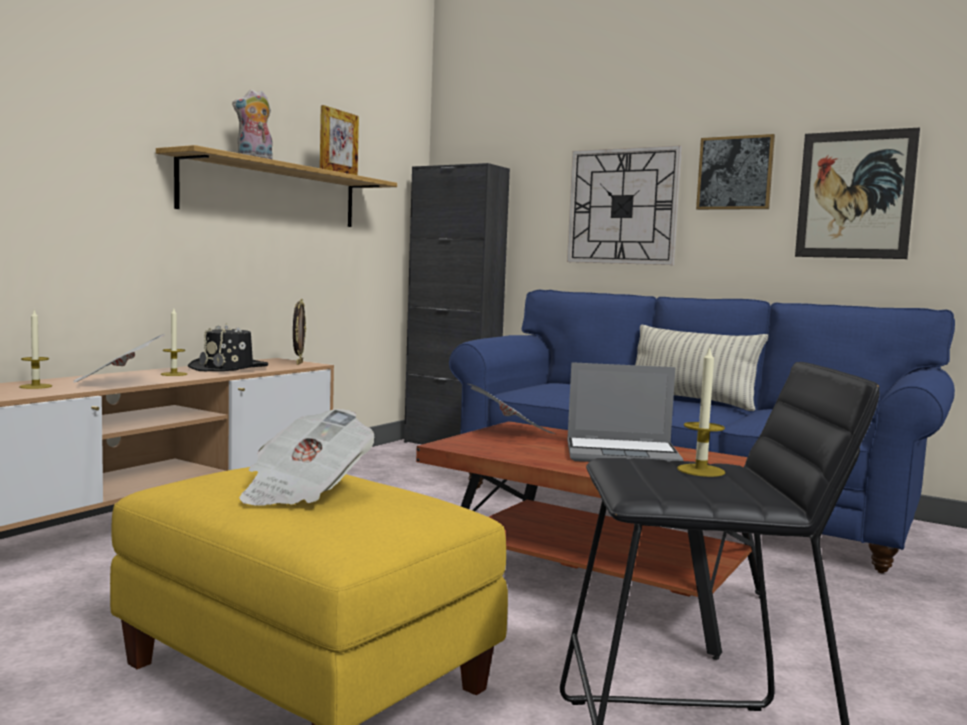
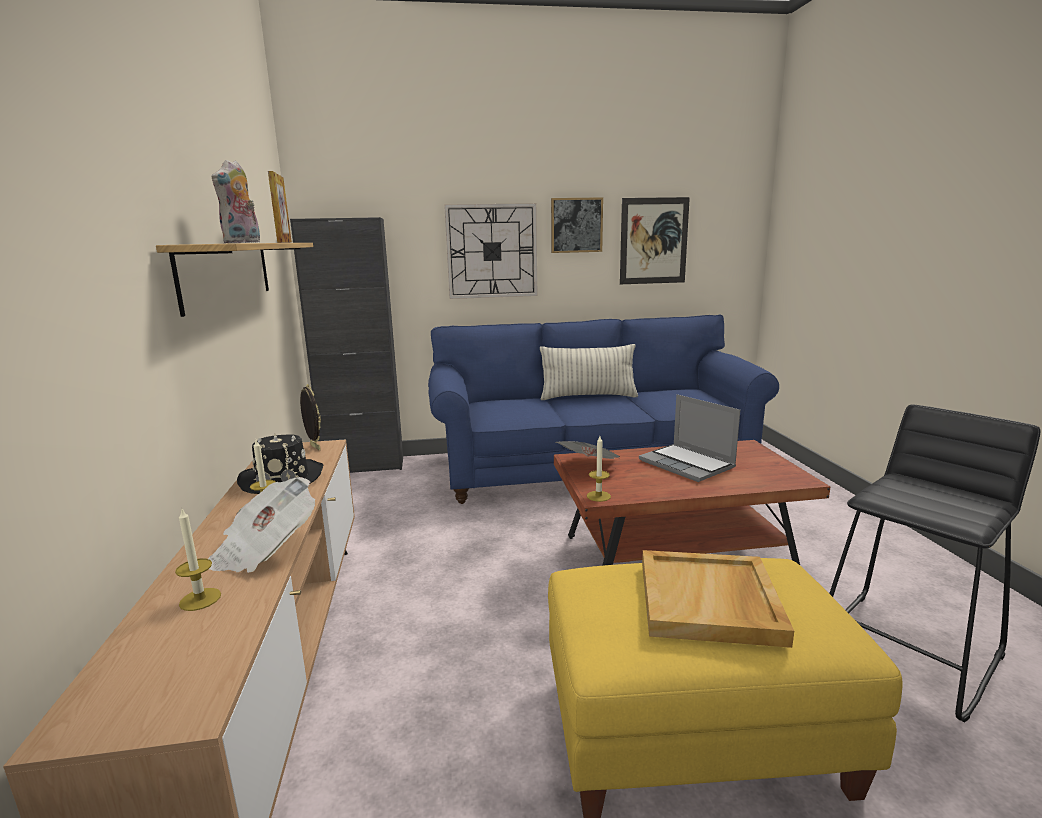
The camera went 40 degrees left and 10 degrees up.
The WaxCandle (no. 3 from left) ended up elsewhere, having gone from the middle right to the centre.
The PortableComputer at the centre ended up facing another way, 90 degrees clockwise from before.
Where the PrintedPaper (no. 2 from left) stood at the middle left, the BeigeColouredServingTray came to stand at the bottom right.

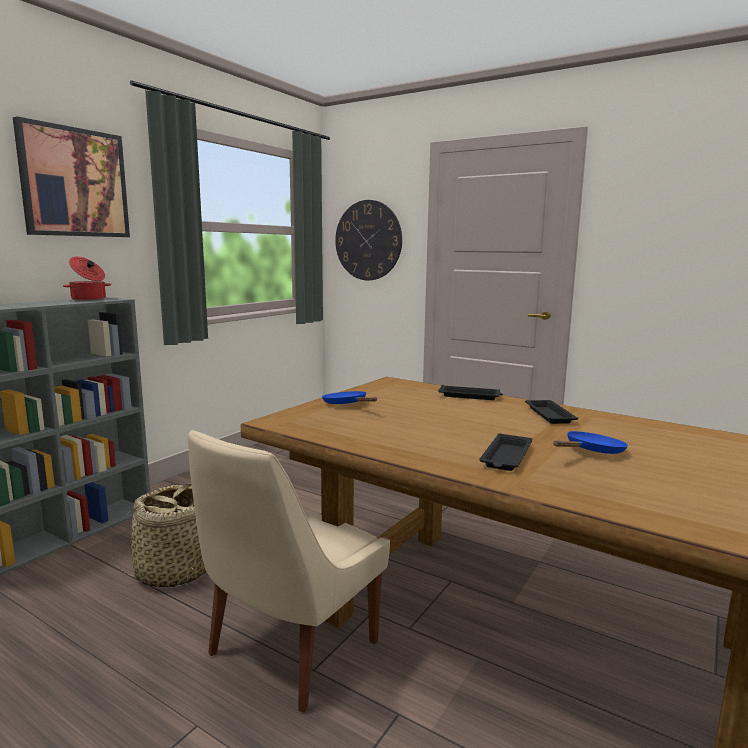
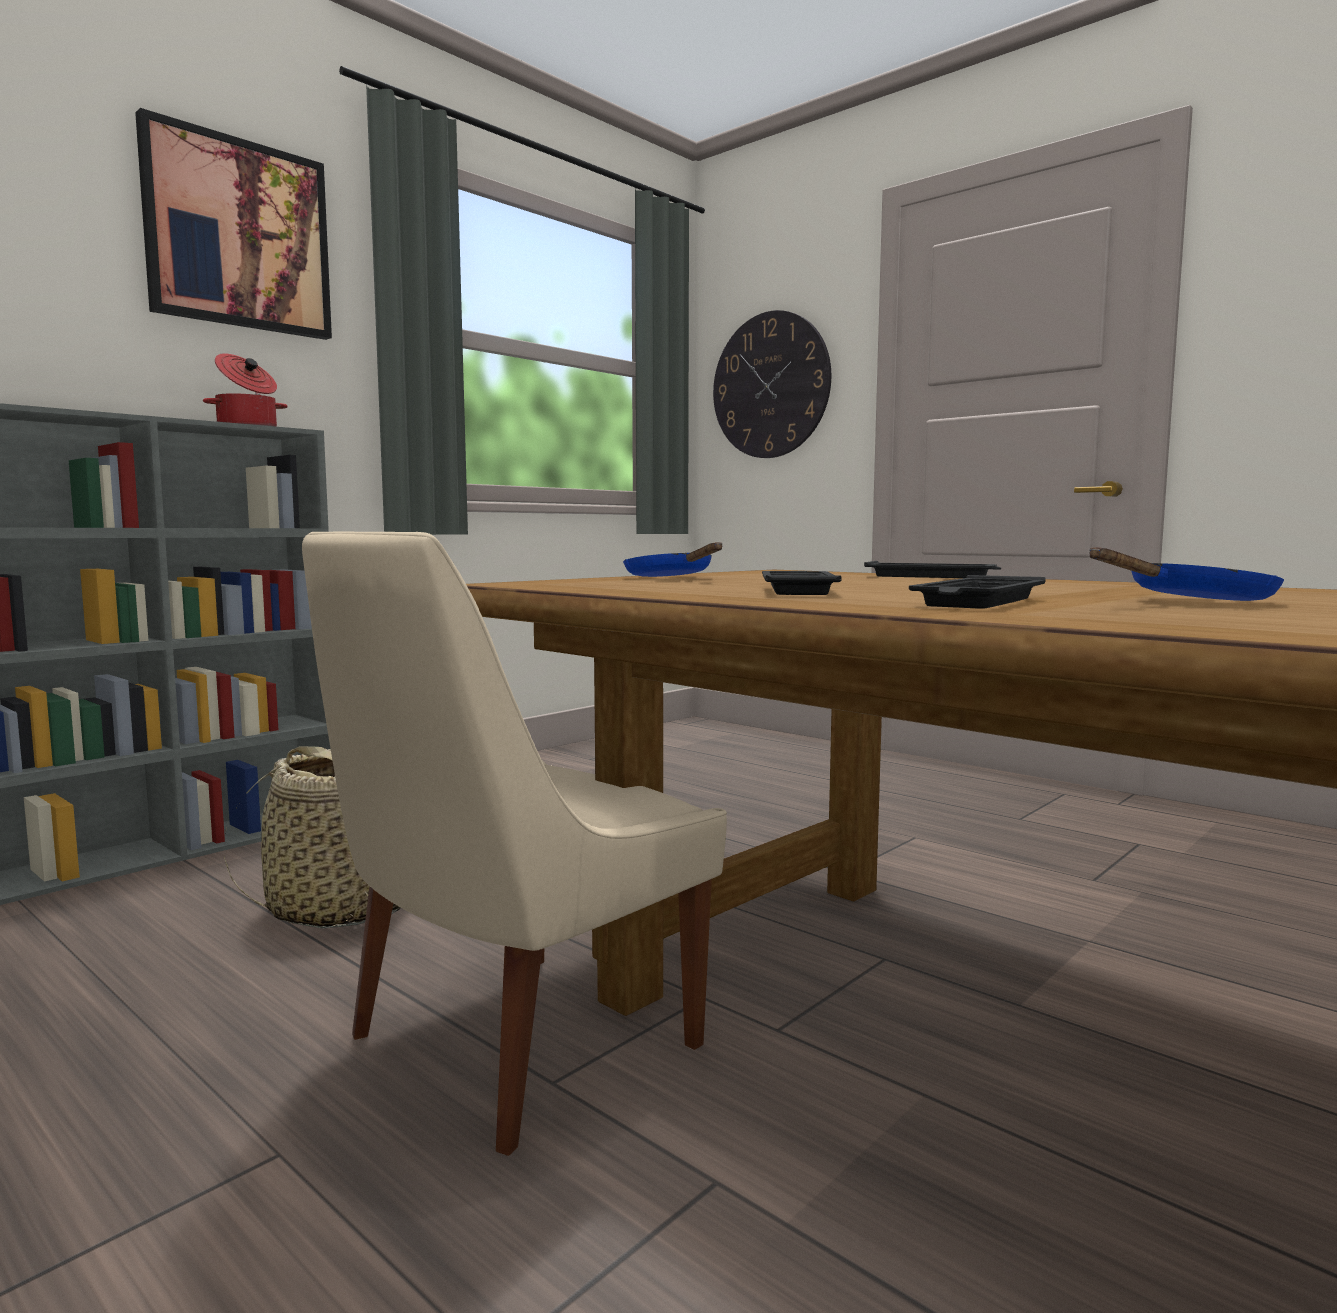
The camera went 10 degrees right and 5 degrees down.
The BlackishServingTray (no. 3 from left in the first image) ended up elsewhere, having gone from the middle right to the centre.

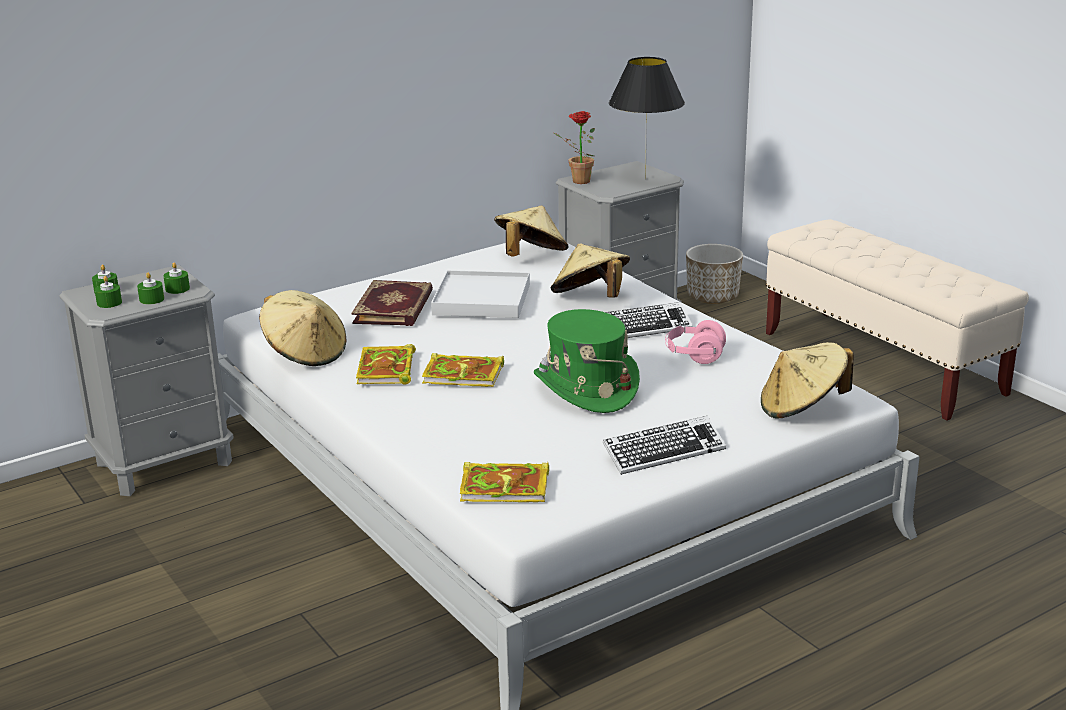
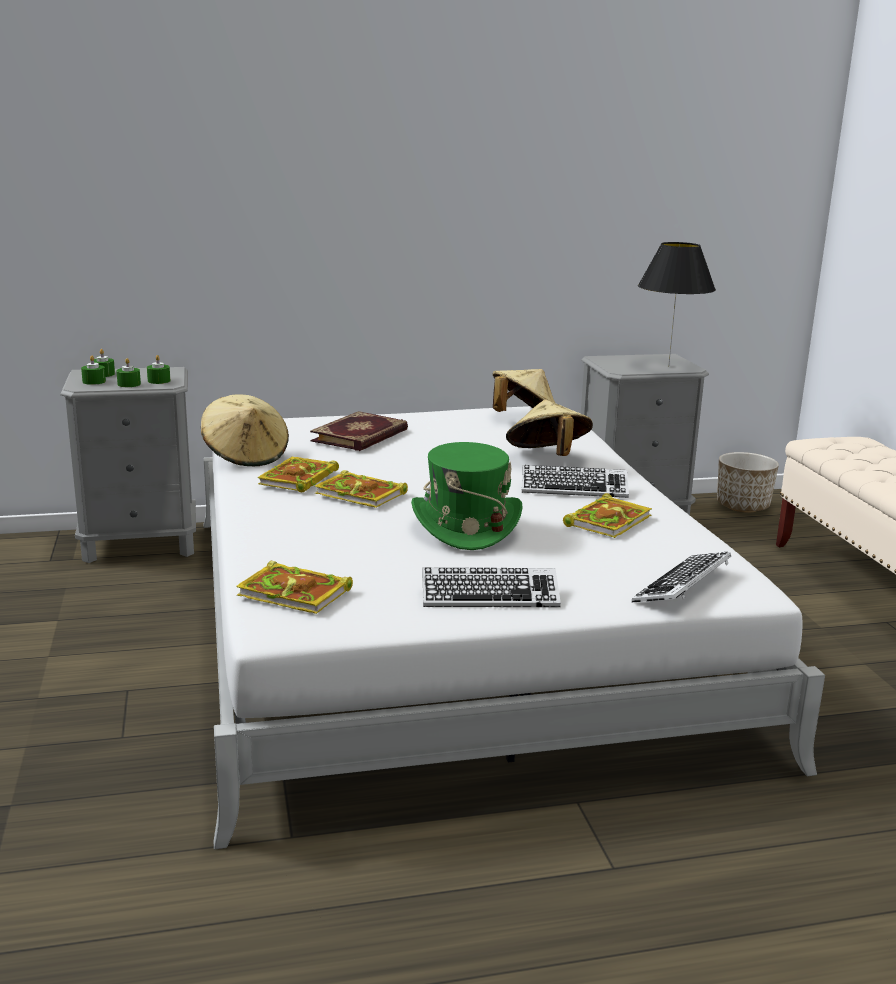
The camera went 20 degrees right and 5 degrees down.
Where the PinkColouredHeadphones stood at the centre, the BoundBook (no. 5 from left) came to stand at the middle right.
Where the BeigeColouredWearableHat (no. 4 from left) stood at the middle right, the Keyboard (no. 3 from left) came to stand at the middle right.
The second view lost the WhiteColouredServingTray at the centre.
The second view lost the PlantInAPot at the top centre.

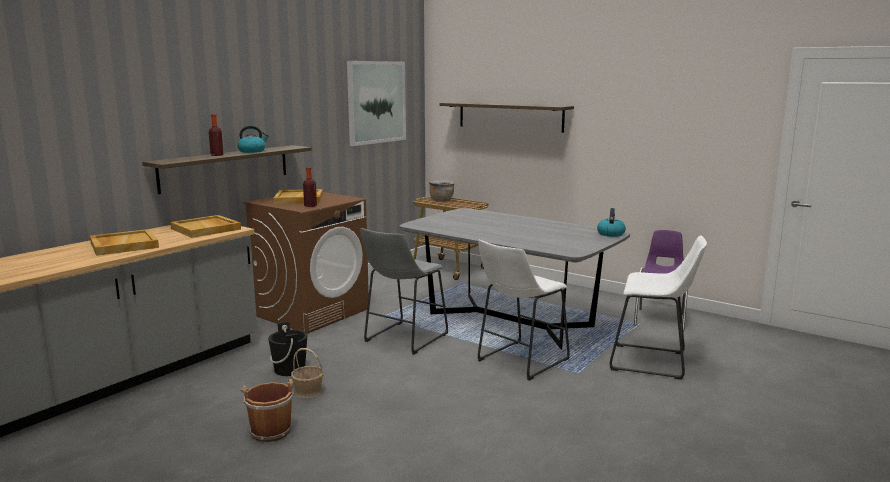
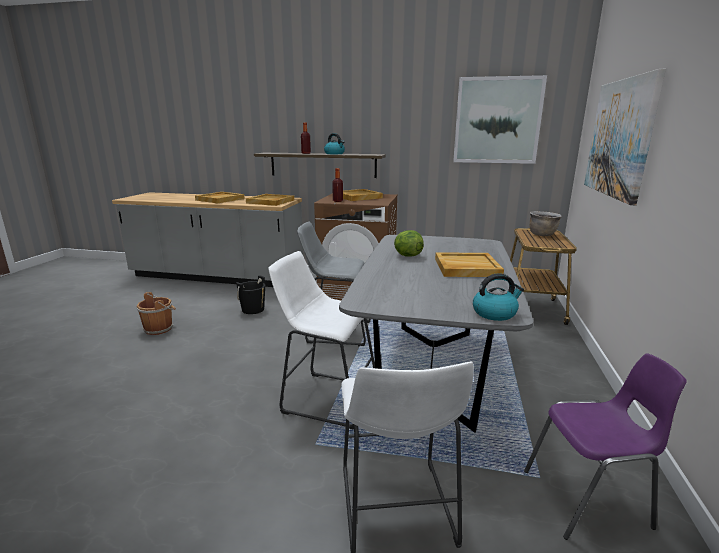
The camera went 65 degrees right and 5 degrees up.
The second view gained the HeadOfLettuce at the centre.
The second view gained the BeigeColouredServingTray (no. 4 from left) at the centre.
Where the BracketShelf (no. 2 from left) hung at the top centre, the Picture (no. 2 from left) came to hang at the top right.
The second view lost the Basket at the bottom centre.

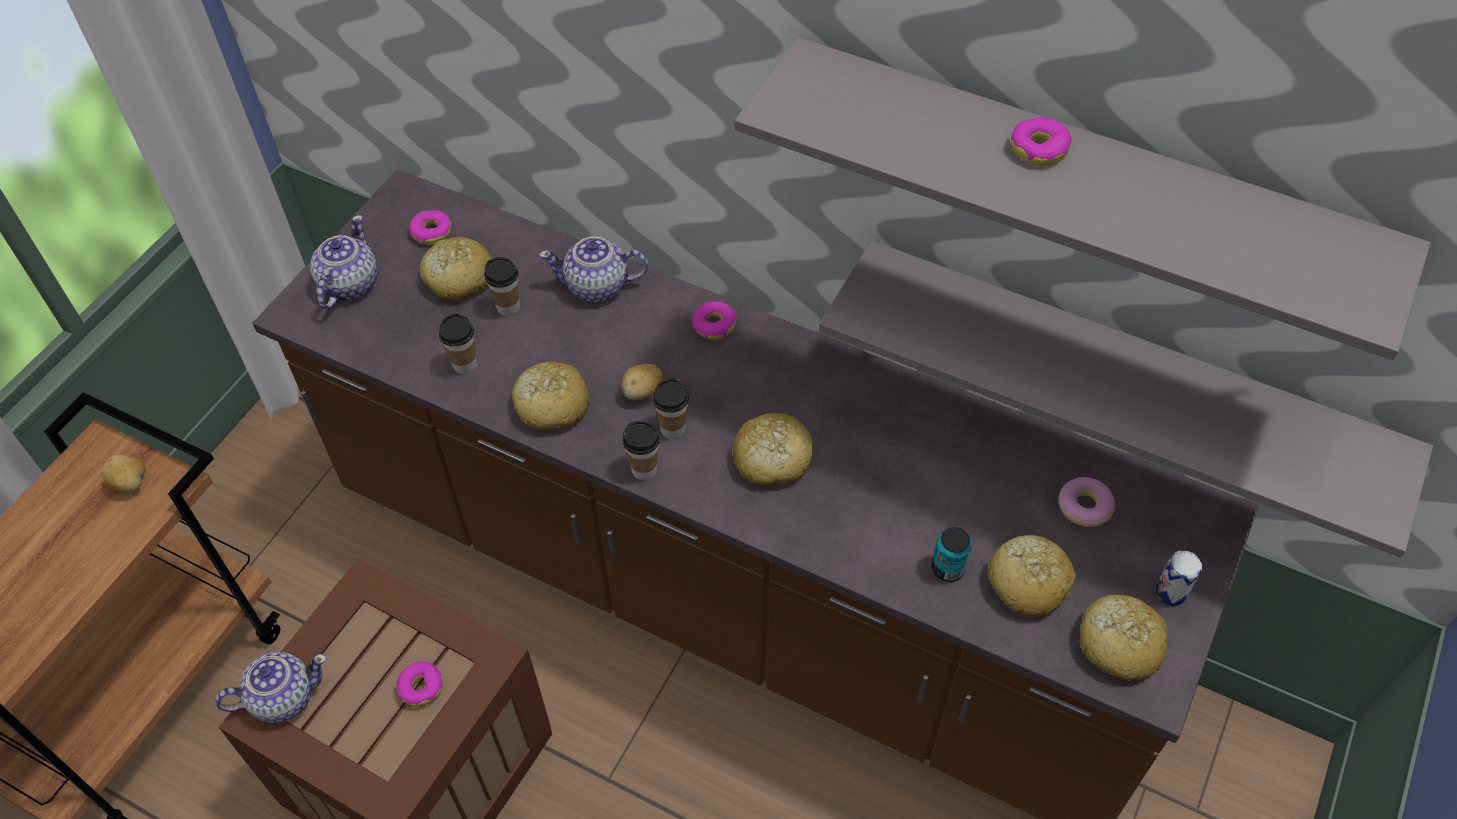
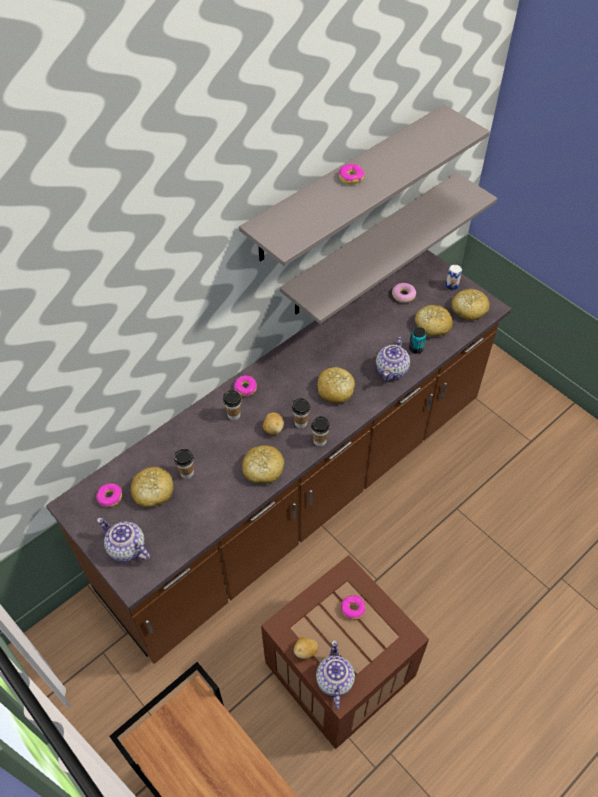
The camera went 70 degrees left and 0 degrees up.
The Cup (no. 1 from left in the first image) ended up elsewhere, having gone from the middle left to the centre.
The Spud (no. 1 from left in the first image) ended up elsewhere, having gone from the middle left to the bottom centre.
The TeaPot (no. 3 from left) ended up elsewhere, having gone from the top centre to the centre.

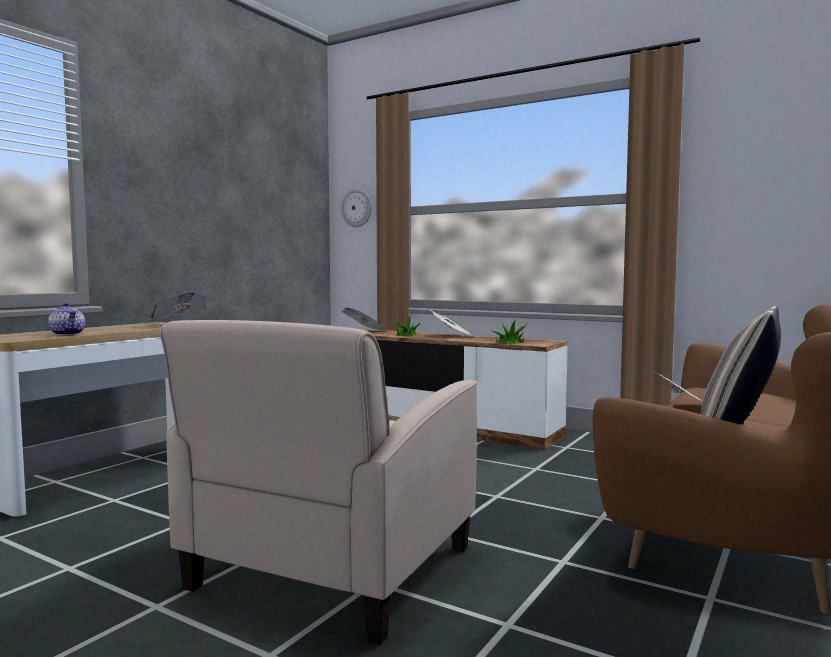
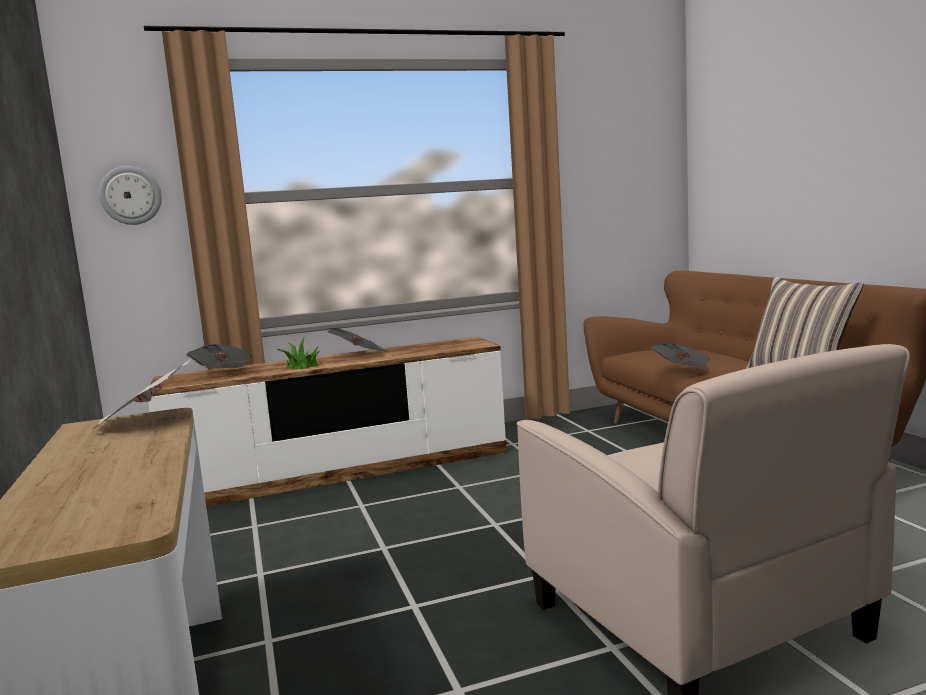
The camera went 50 degrees left and 5 degrees up.
The second view lost the TeaPot at the middle left.
The second view lost the PlantInAPot (no. 2 from left) at the centre.

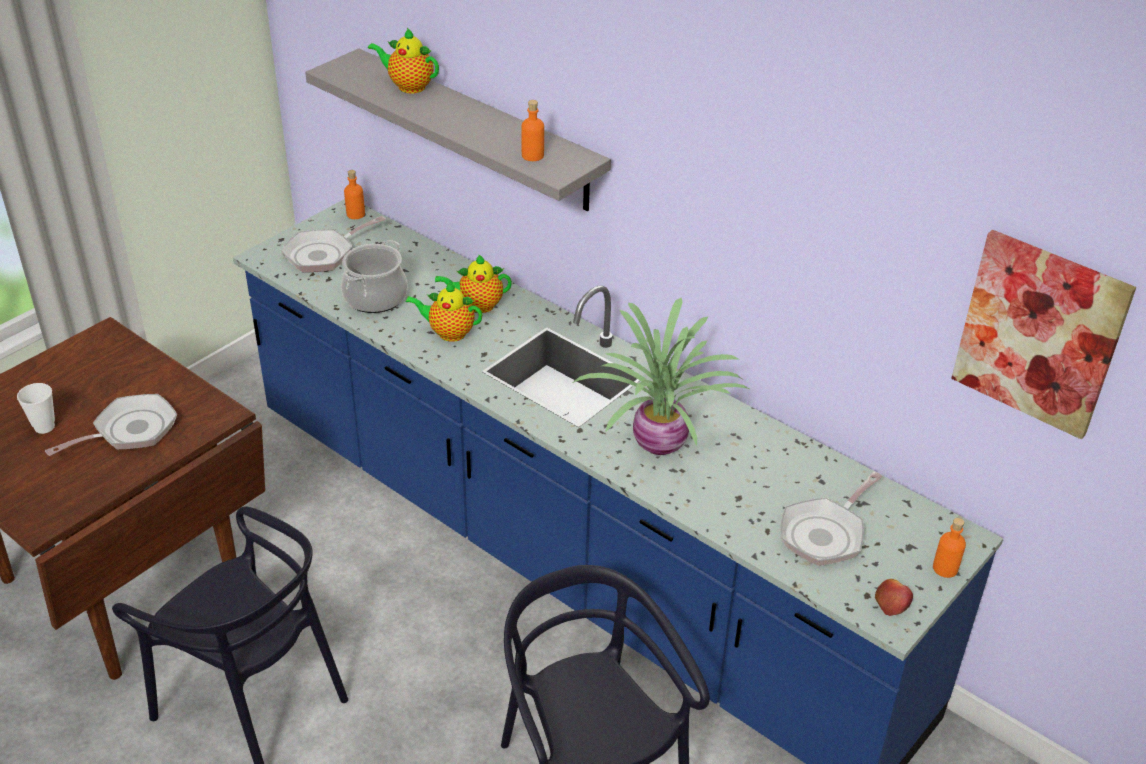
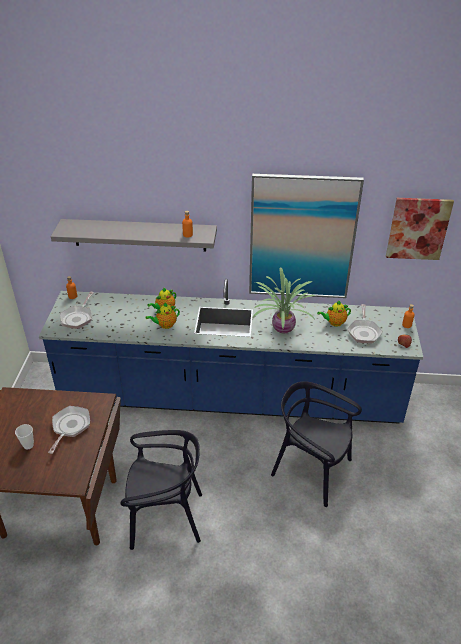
The camera went 35 degrees left and 0 degrees up.
The second view gained the Picture (no. 1 from left) at the centre.
The TeaPot (no. 1 from left in the first image) ended up elsewhere, having gone from the top centre to the middle right.
The second view lost the Stockpot at the middle left.

